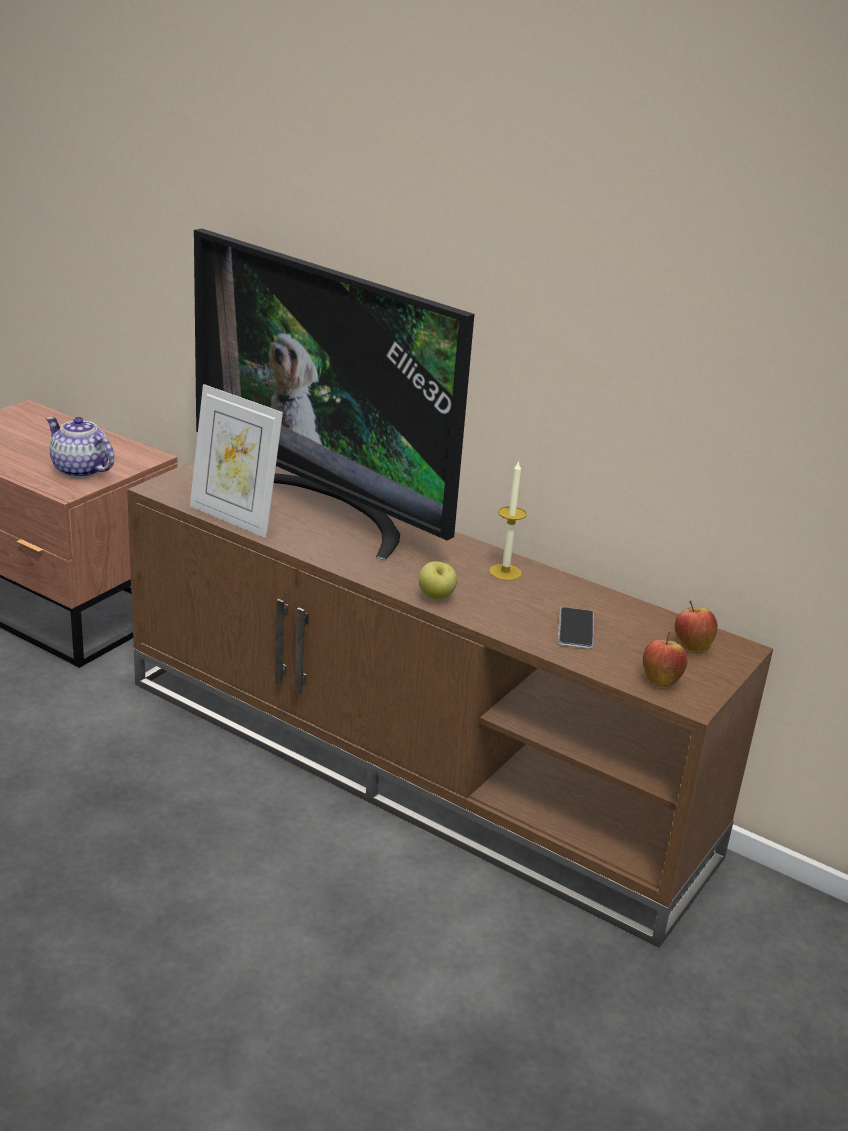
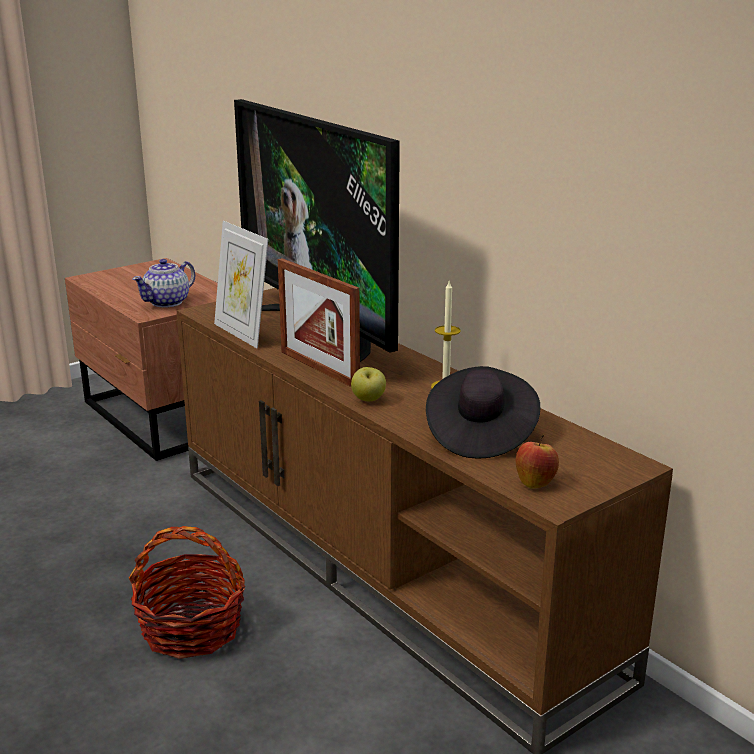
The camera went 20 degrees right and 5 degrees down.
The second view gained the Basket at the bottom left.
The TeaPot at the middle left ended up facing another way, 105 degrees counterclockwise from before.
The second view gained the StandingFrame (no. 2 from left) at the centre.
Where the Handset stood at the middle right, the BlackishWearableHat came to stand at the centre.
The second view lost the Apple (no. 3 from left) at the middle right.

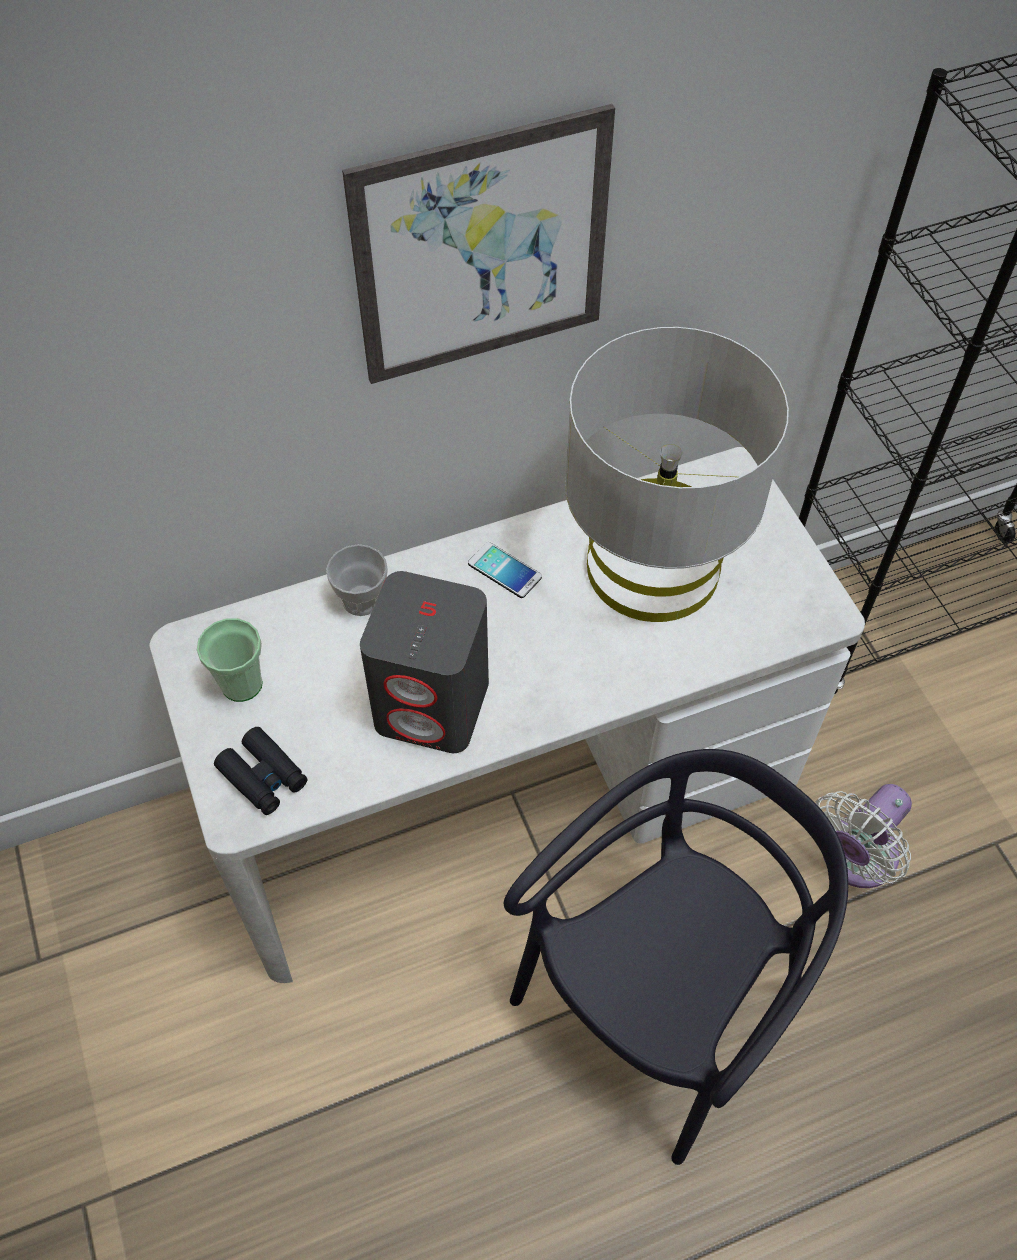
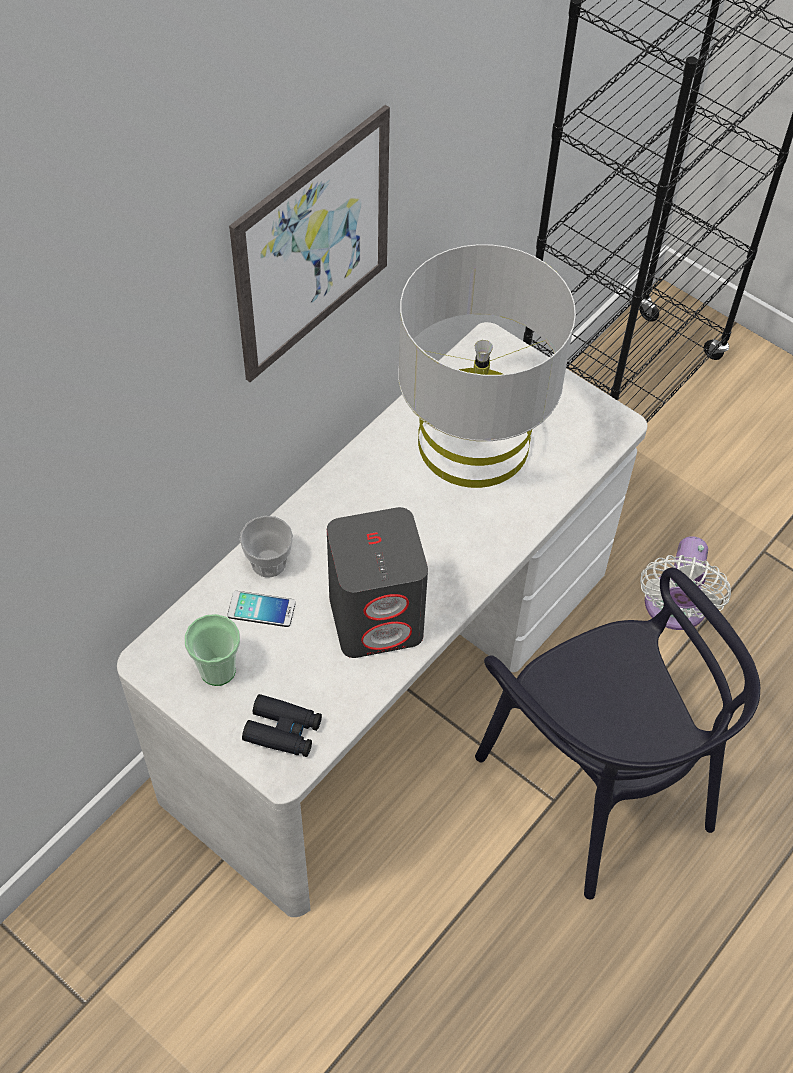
The camera went 30 degrees left and 0 degrees up.
The Handset ended up elsewhere, having gone from the centre to the middle left.
The BlackishUprightChair at the bottom centre ended up facing another way, 135 degrees clockwise from before.

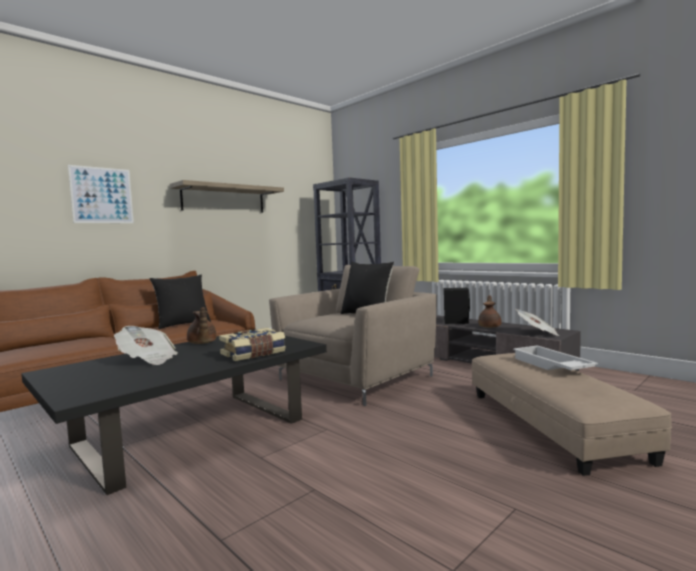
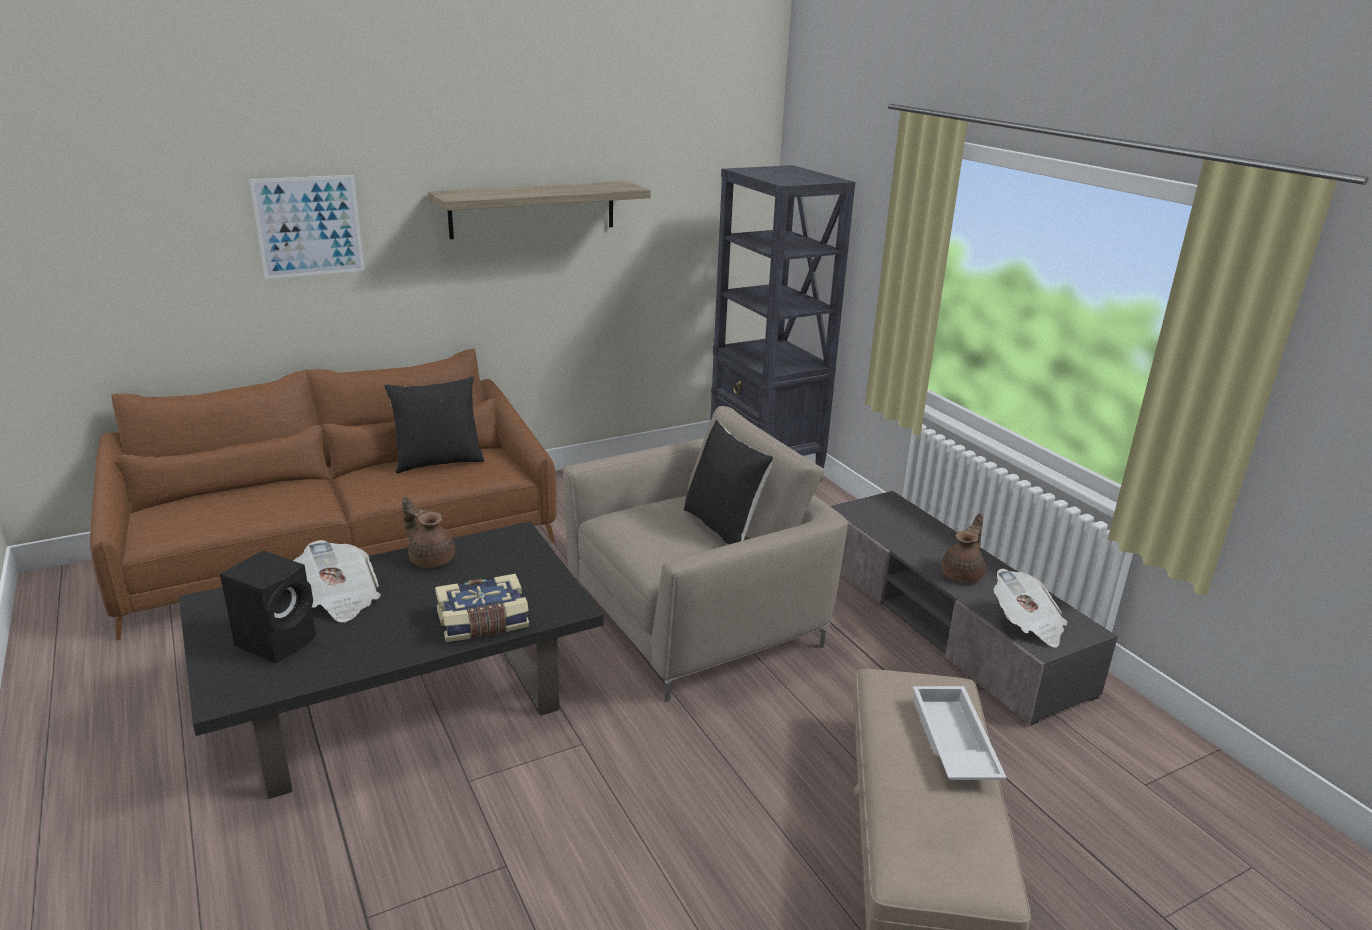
The camera went 15 degrees right and 20 degrees up.
The BlackishAudioSpeaker ended up elsewhere, having gone from the centre to the middle left.
The BrownishTeaPot (no. 1 from left) at the middle left ended up facing another way, 135 degrees clockwise from before.

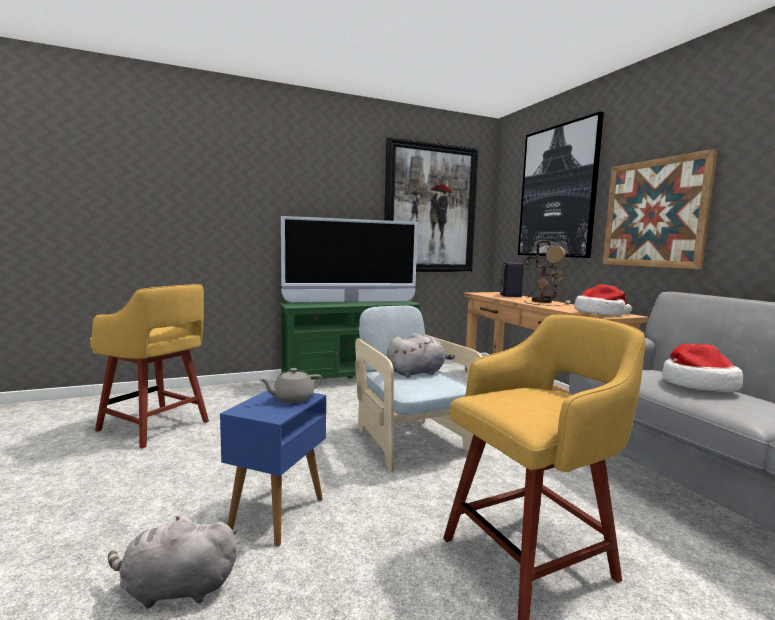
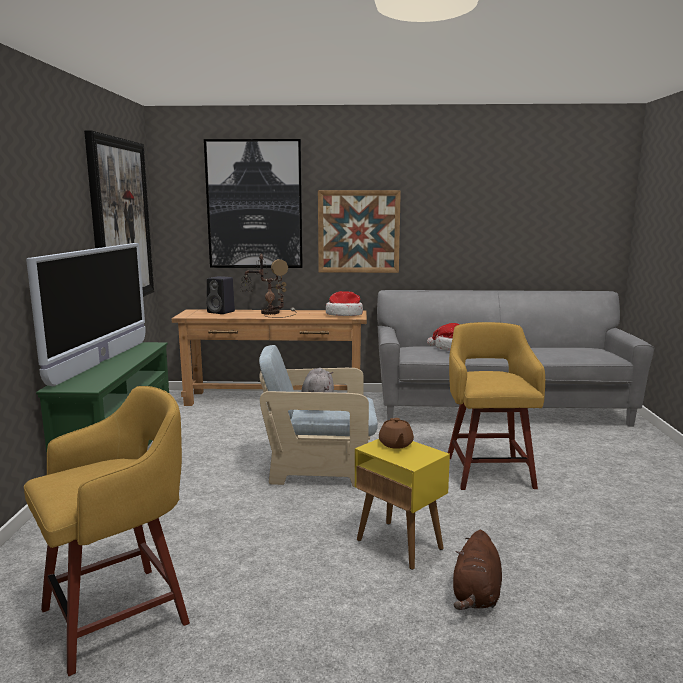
The camera went 65 degrees left and 5 degrees up.
What was the BluishAccentTable at the bottom centre turned into the YellowAccentTable at the bottom centre.
What was the GreyishTeaPot at the centre turned into the BrownishTeaPot at the centre.
What was the GreyishSoftToy (no. 1 from left) at the bottom left turned into the BrownishSoftToy at the bottom right.

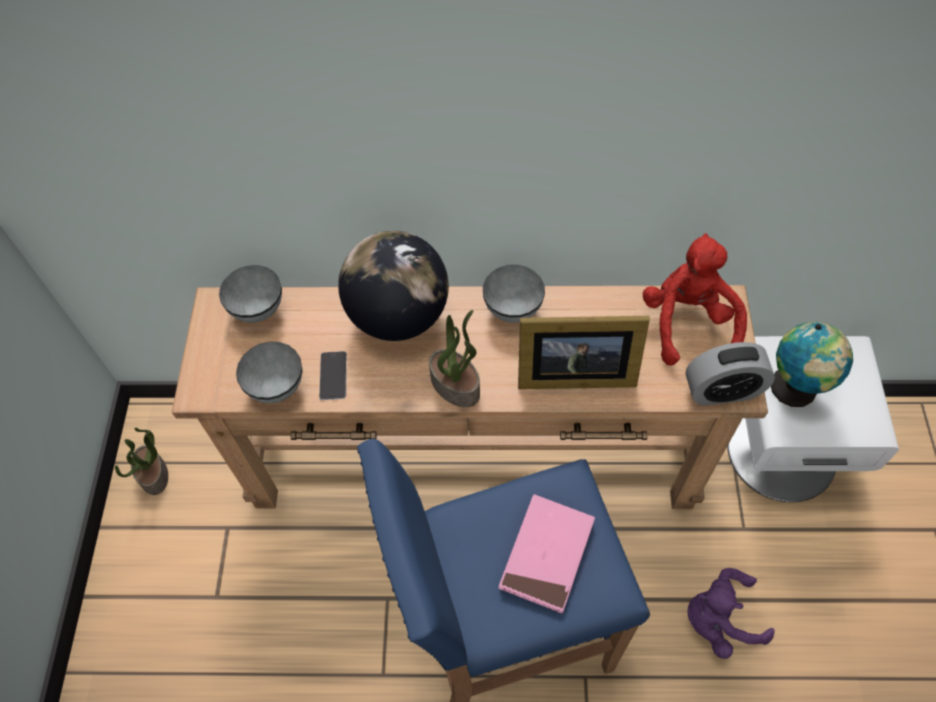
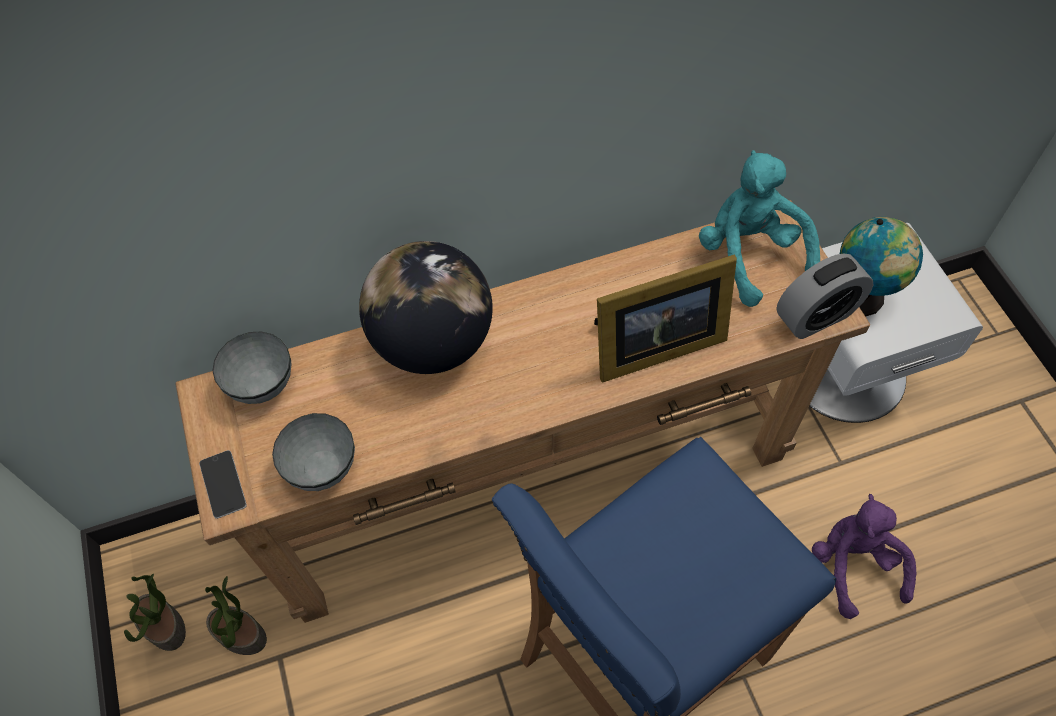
The camera went 20 degrees left and 0 degrees up.
The Handset ended up elsewhere, having gone from the centre to the bottom left.
The PlantInAPot (no. 2 from left) ended up elsewhere, having gone from the centre to the bottom left.
What was the RedColouredSoftToy at the middle right turned into the BlueGreenSoftToy at the top right.
The PurpleSoftToy at the bottom right ended up facing another way, 105 degrees clockwise from before.
The second view lost the GreyishServingBowl (no. 3 from left) at the centre.
The second view lost the PinkColouredBoundBook at the bottom centre.

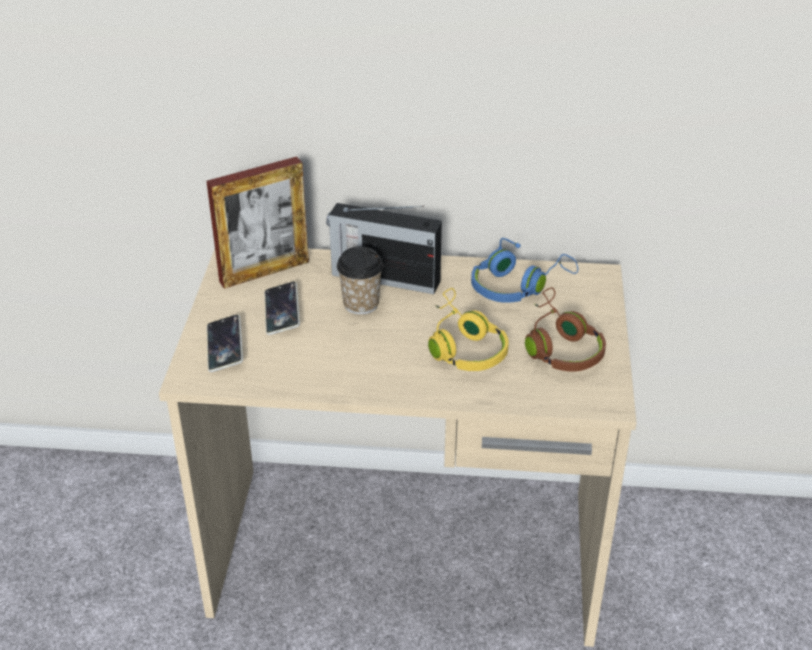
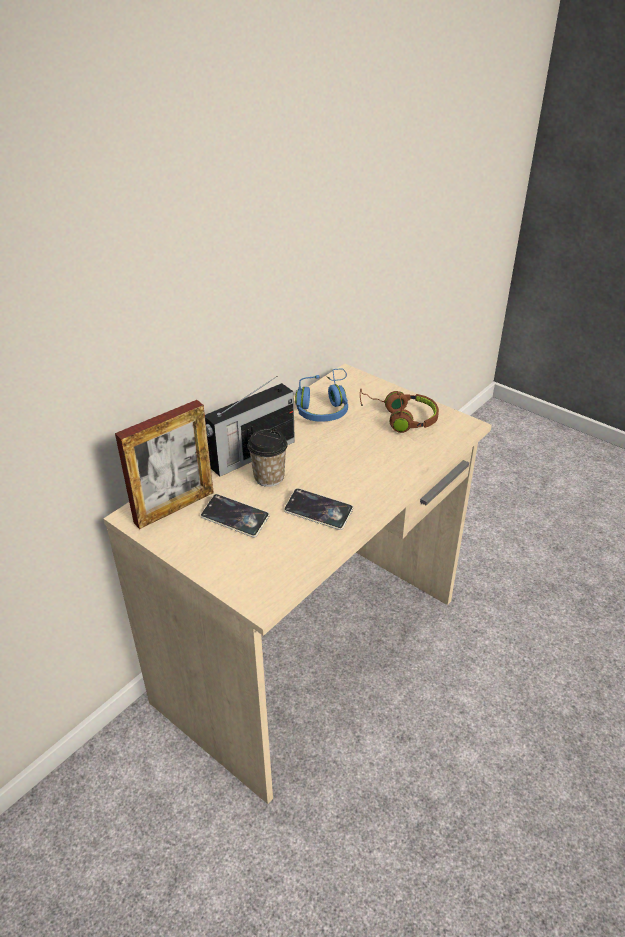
The camera went 55 degrees left and 0 degrees up.
The StandingFrame at the middle left ended up facing another way, 45 degrees clockwise from before.
The Handset (no. 1 from left in the first image) ended up elsewhere, having gone from the middle left to the centre.
The second view lost the YellowHeadphones at the centre.

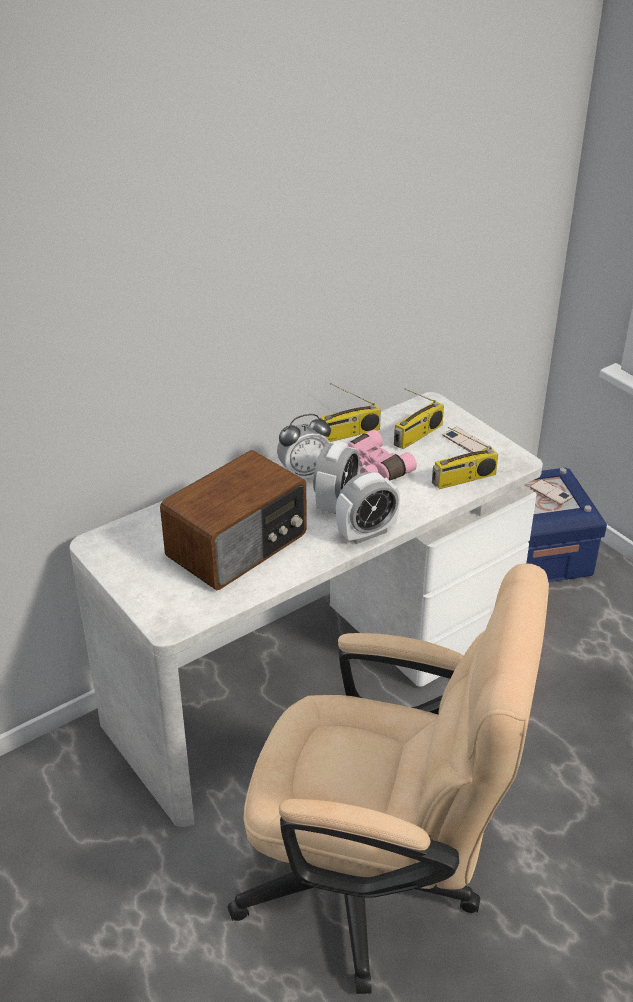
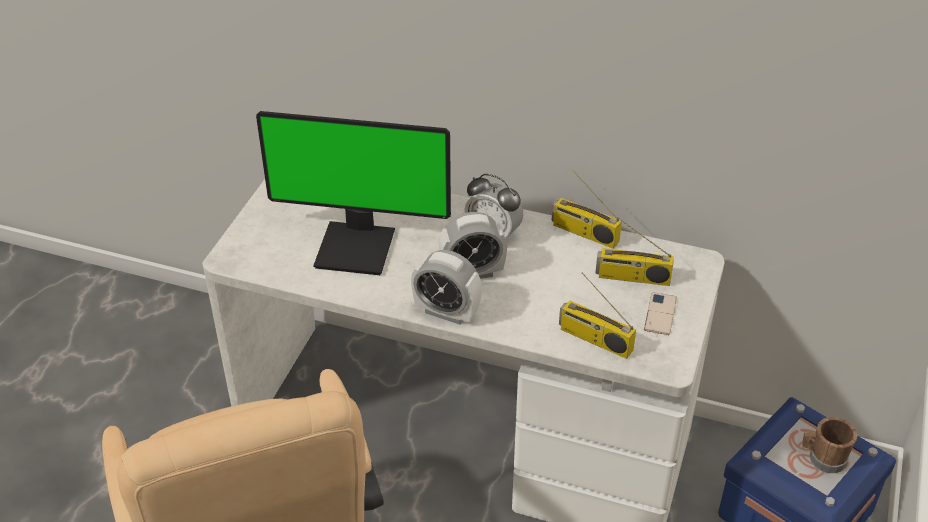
The camera went 55 degrees right and 5 degrees up.
Where the RadioSet (no. 1 from left) stood at the centre, the Monitor came to stand at the centre.
Where the Handset (no. 2 from left) stood at the middle right, the BrownishTeaMug came to stand at the bottom right.
The second view lost the PinkColouredFieldGlasses at the centre.

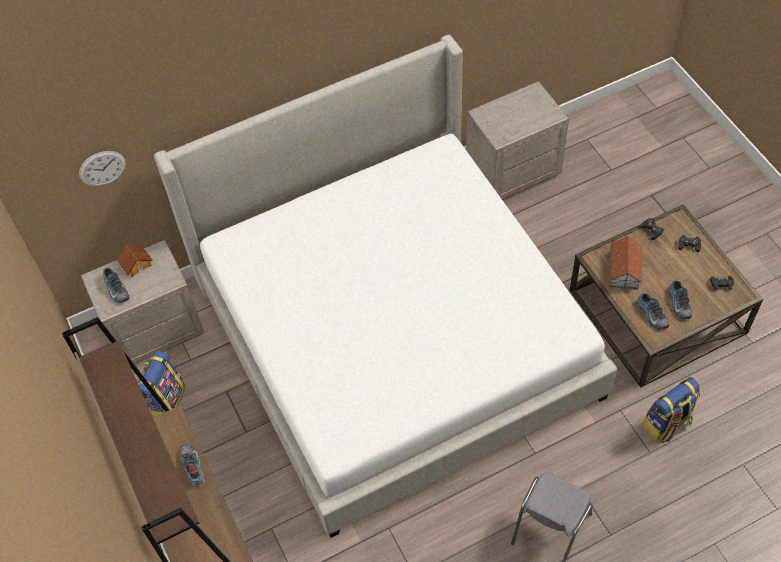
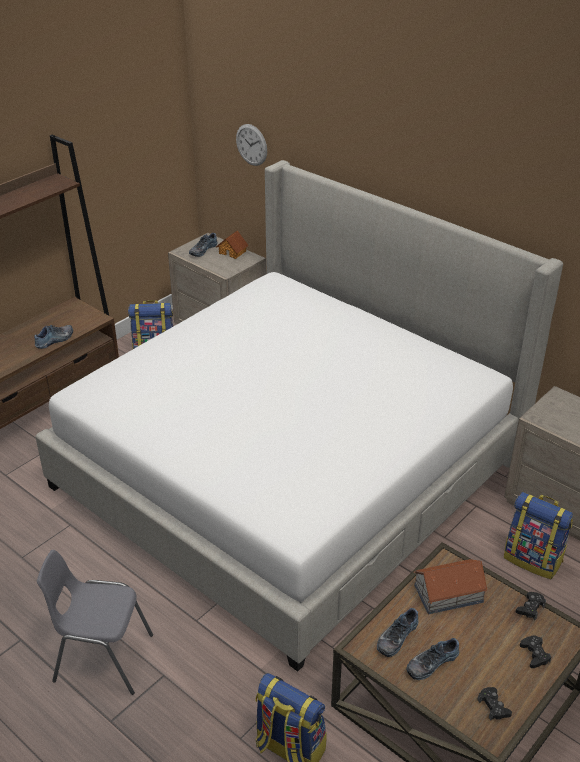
The camera went 65 degrees right and 20 degrees down.
The second view gained the Backpack (no. 3 from left) at the bottom right.

